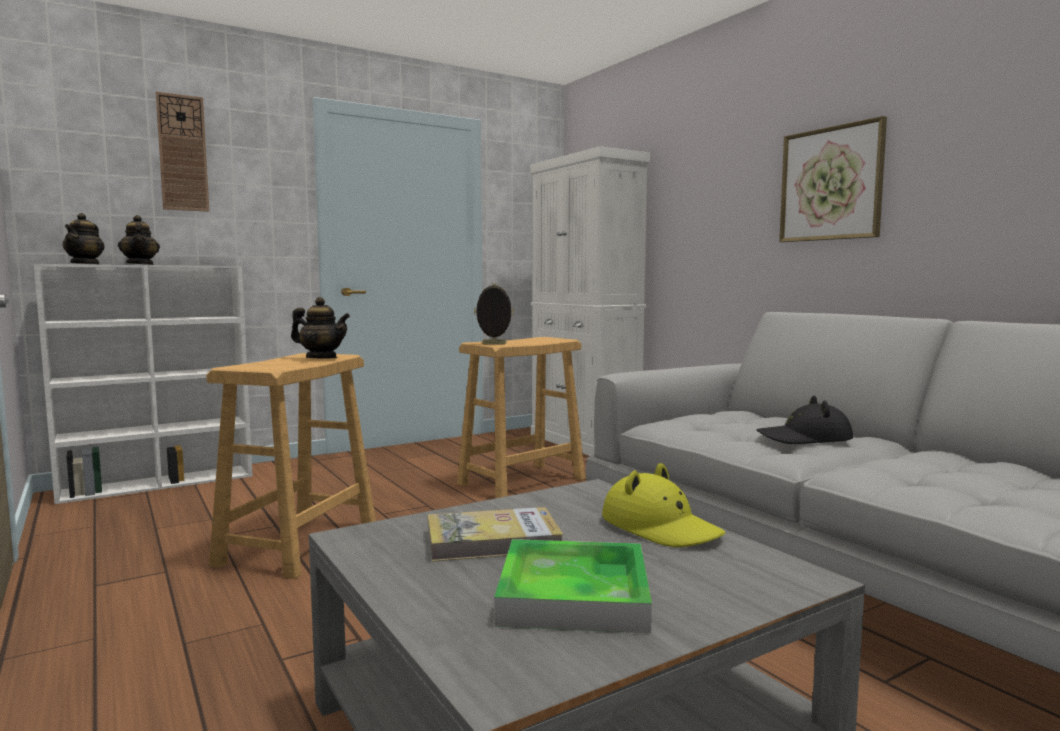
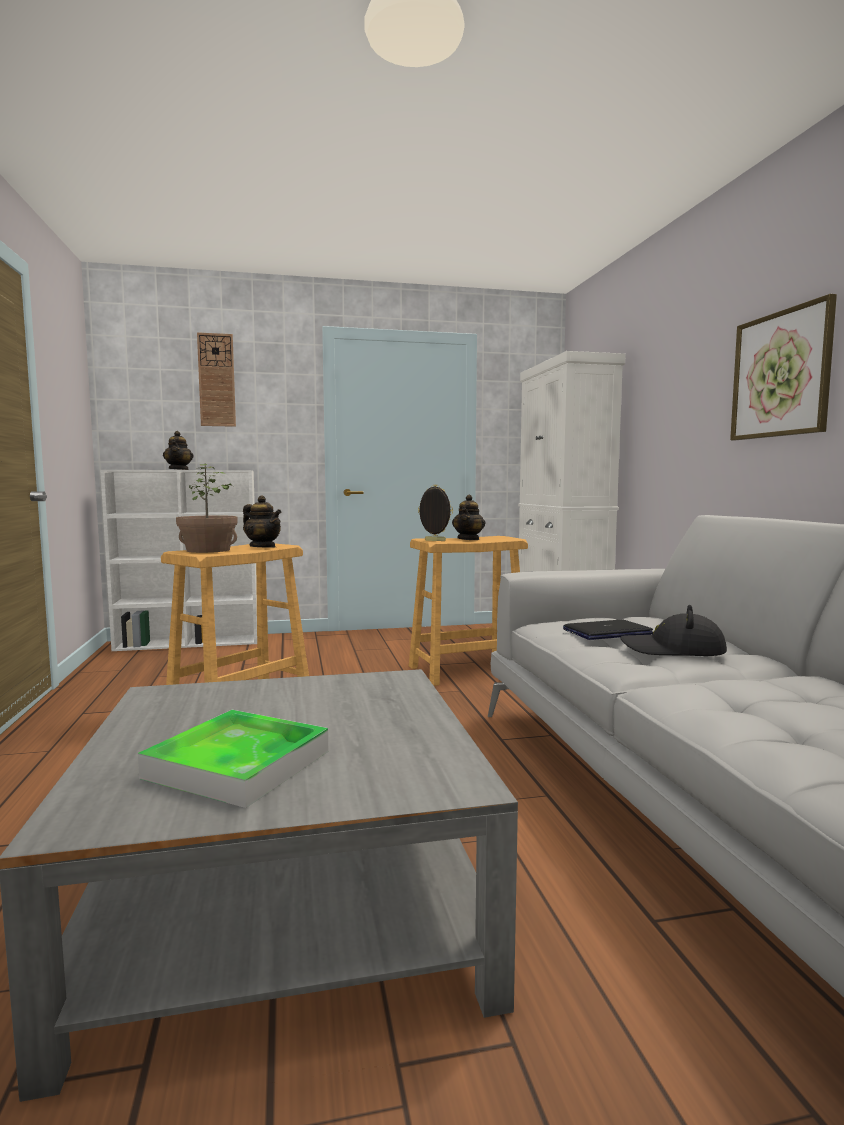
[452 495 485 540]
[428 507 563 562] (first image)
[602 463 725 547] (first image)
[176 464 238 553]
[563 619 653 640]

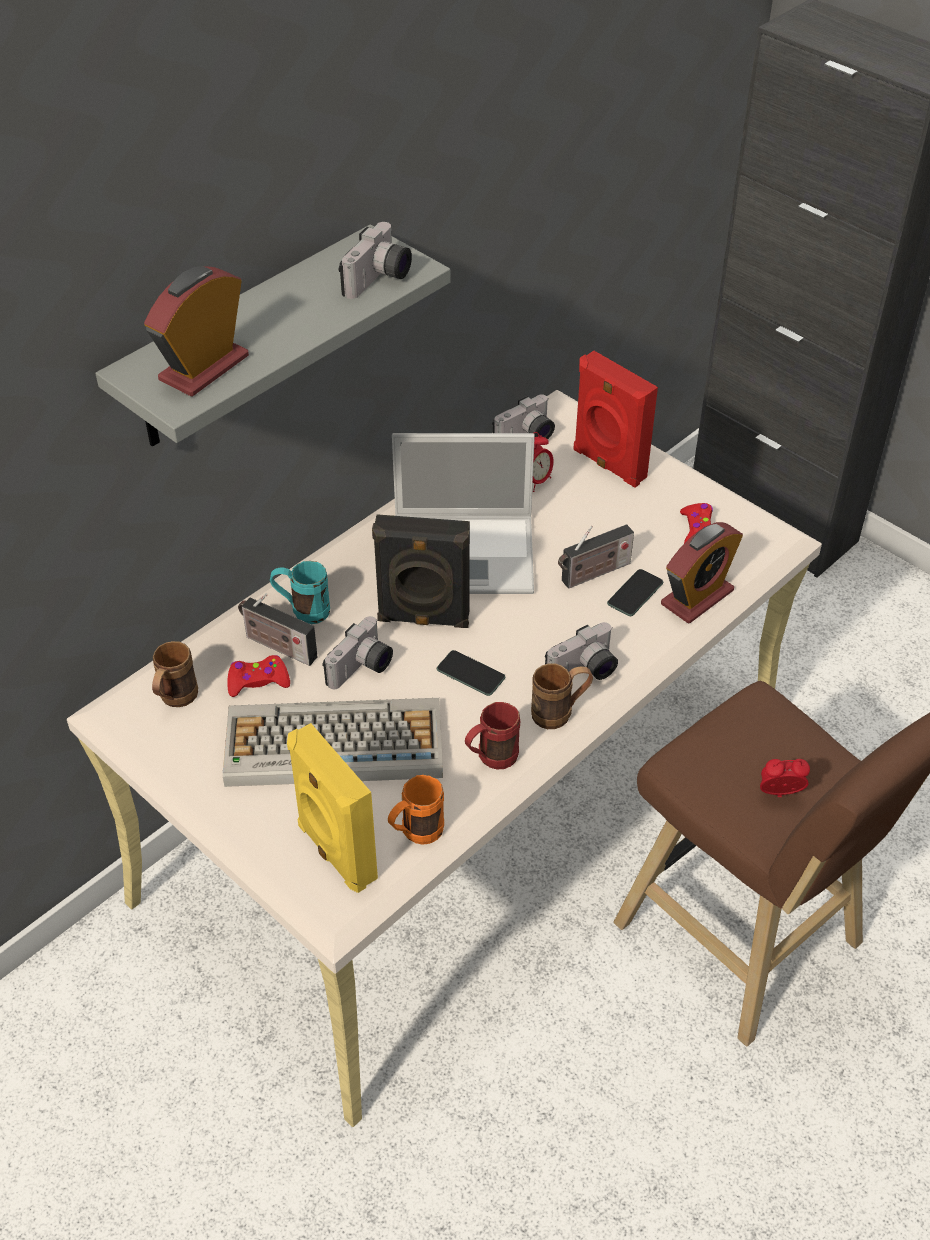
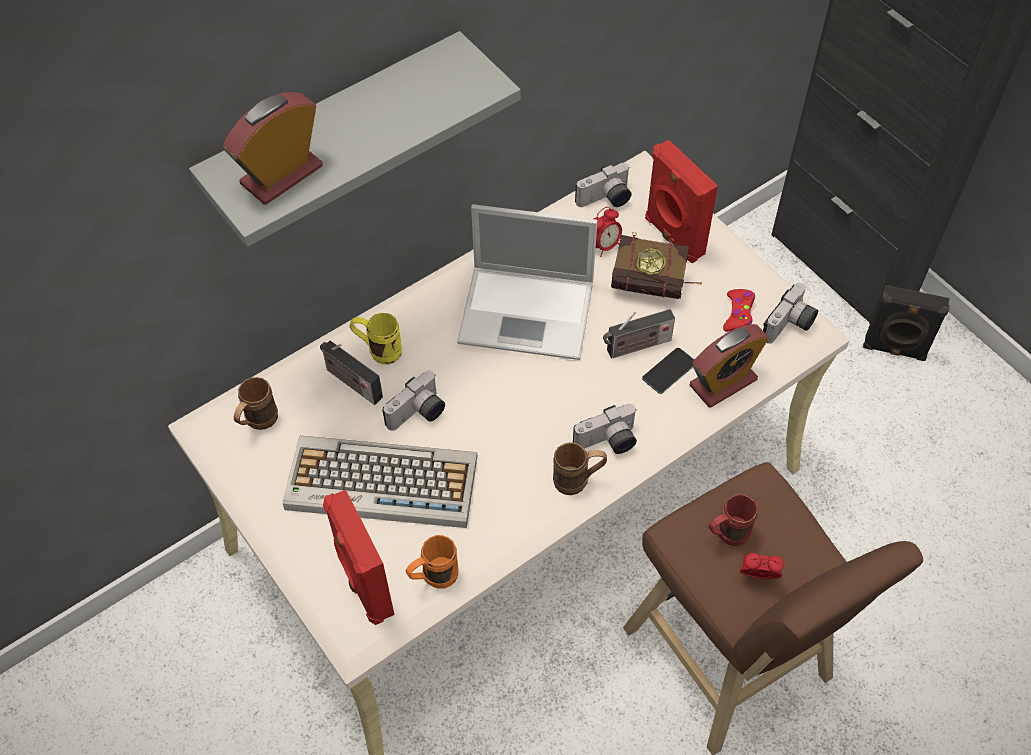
[227 655 290 697] (first image)
[350 313 402 365]
[323 489 395 625]
[763 283 818 344]
[863 285 950 361]
[437 650 505 696] (first image)
[709 494 758 546]
[611 232 702 299]

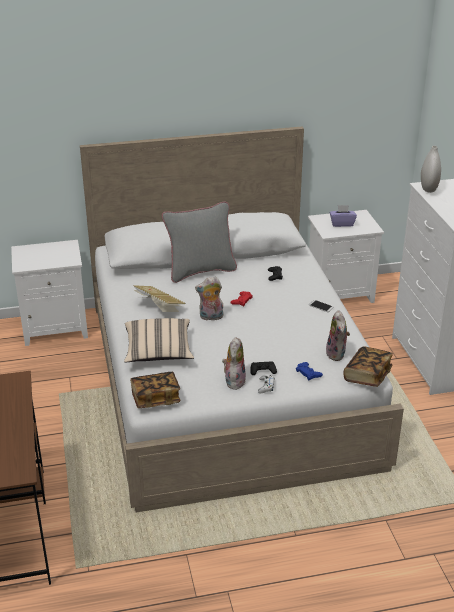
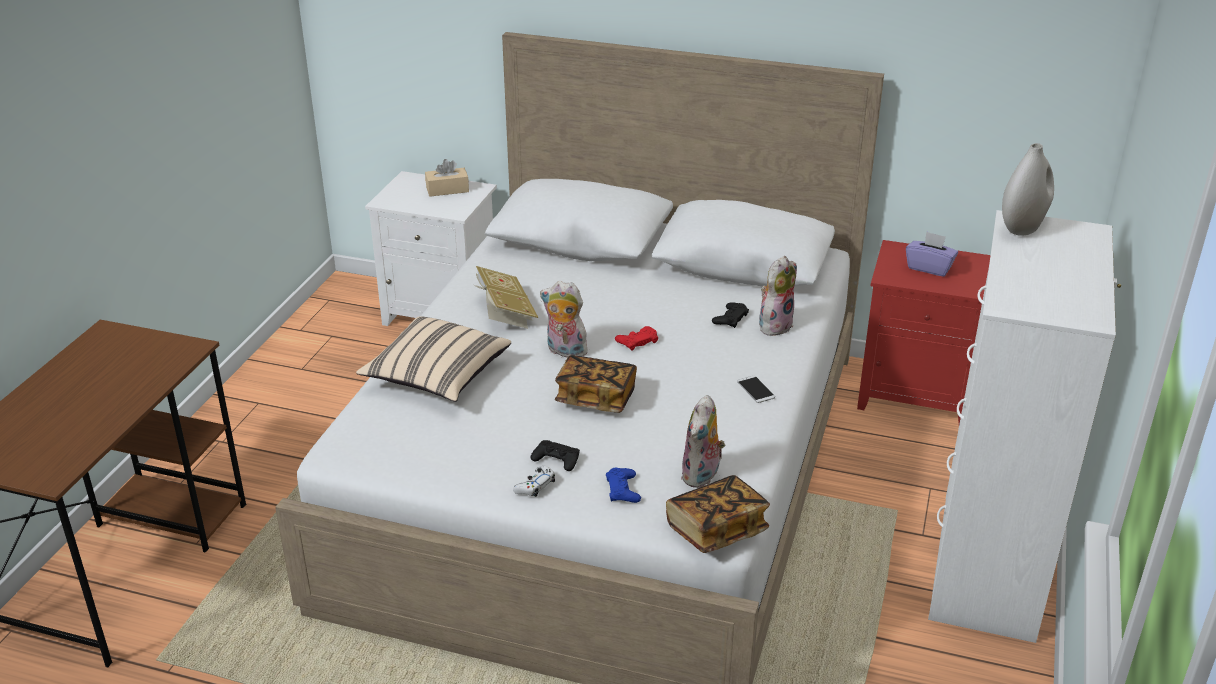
[555 355 637 413]
[162 202 237 283] (first image)
[759 256 797 336]
[857 240 990 424]
[425 159 469 197]

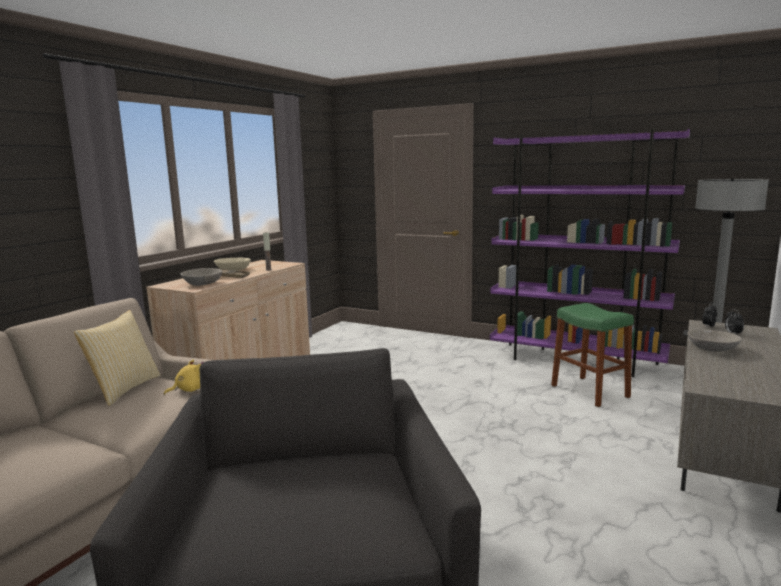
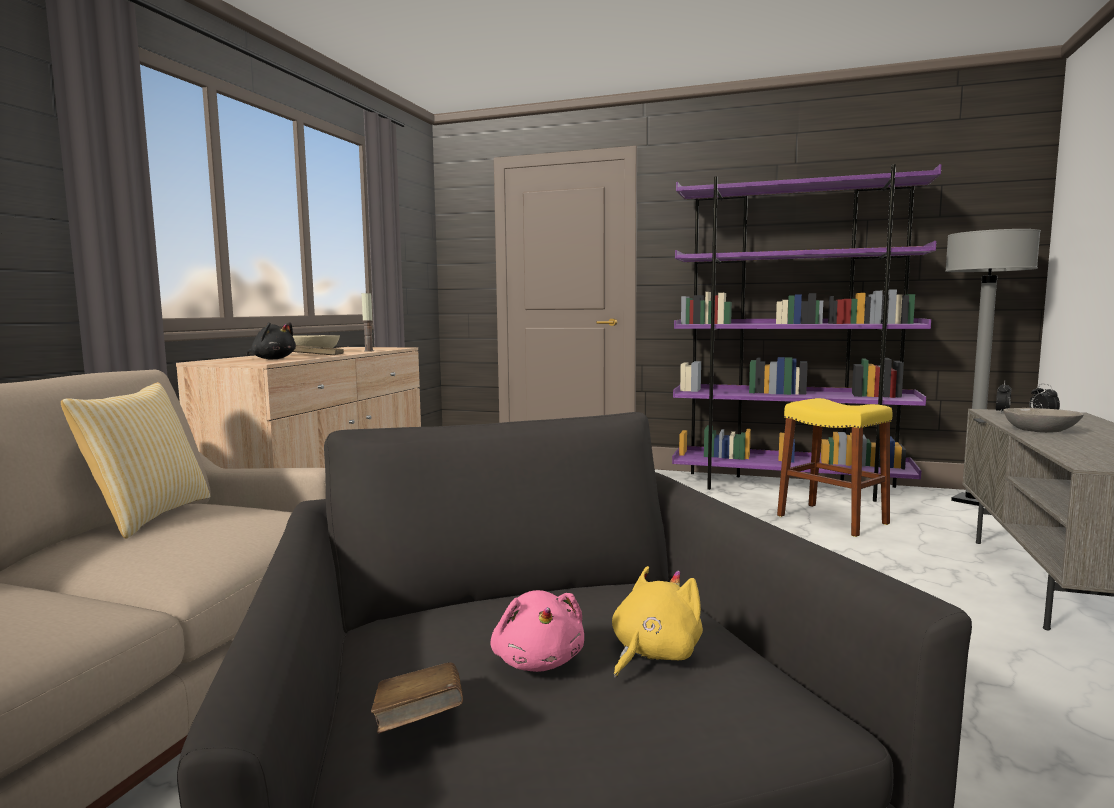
[612 566 703 678]
[247 322 296 359]
[777 398 892 537]
[371 662 463 733]
[490 590 584 672]

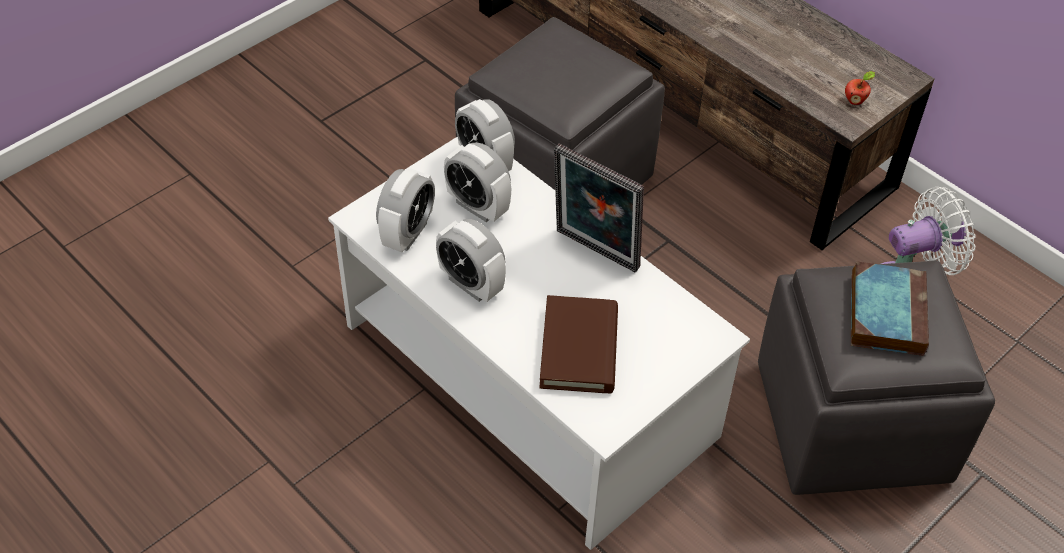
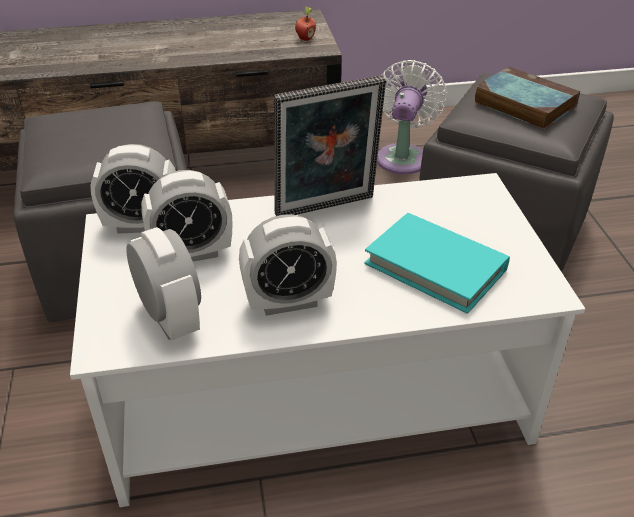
[364 213 510 314]

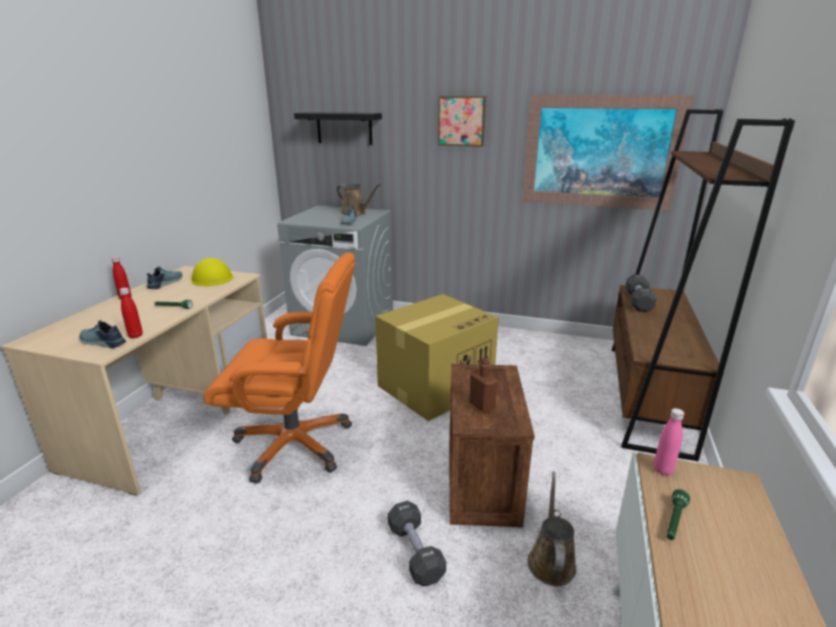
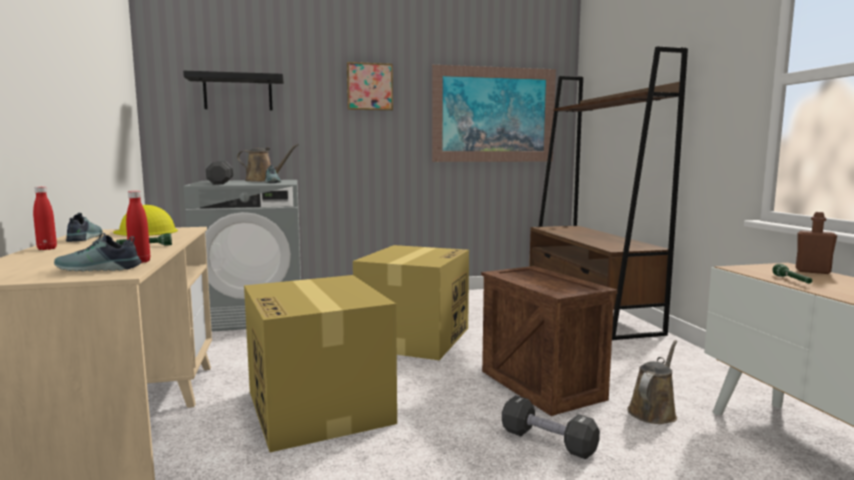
[244 275 397 452]
[796 212 837 274]
[627 340 677 424]
[206 161 233 185]
[654 408 684 476] (first image)

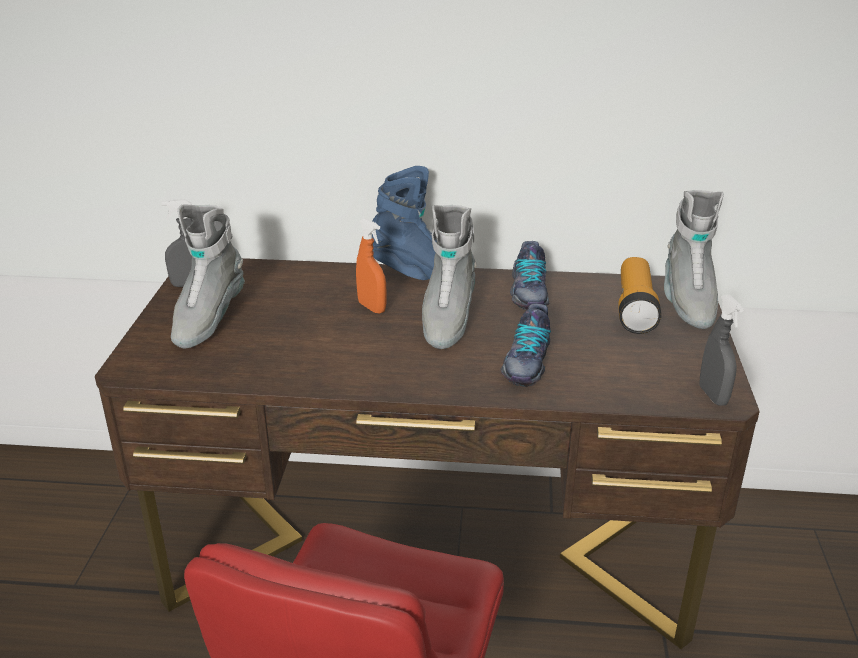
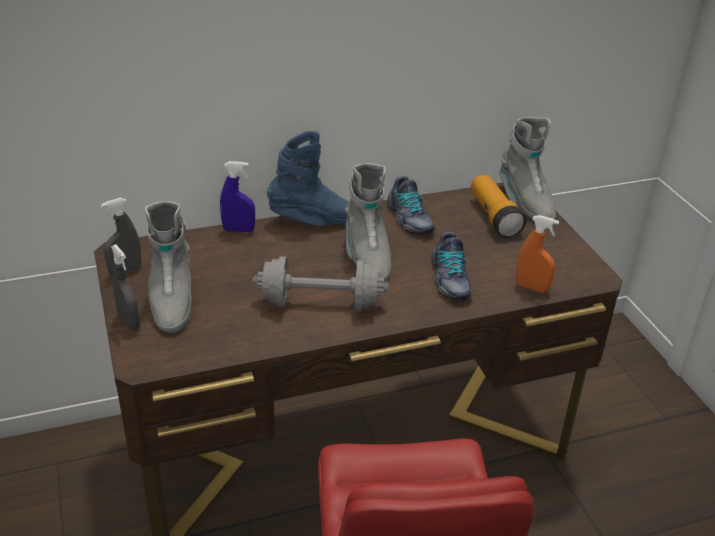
[516 215 559 293]
[111 244 140 330]
[220 161 255 233]
[252 256 389 311]

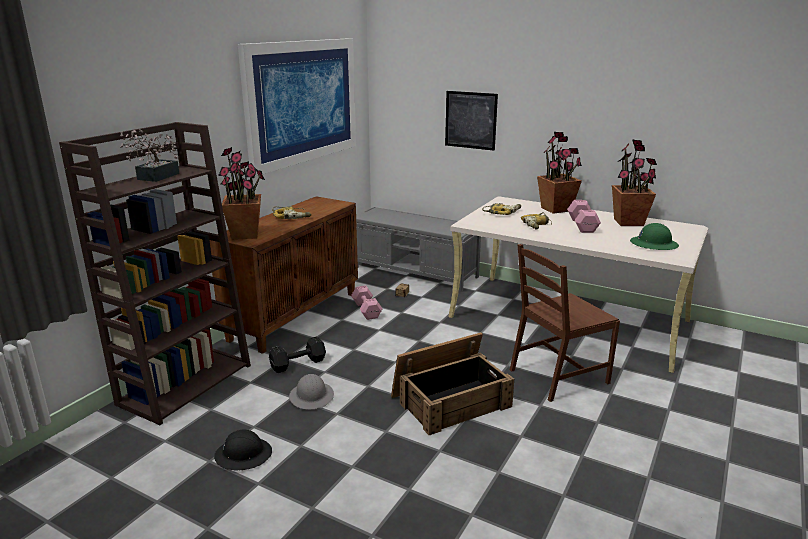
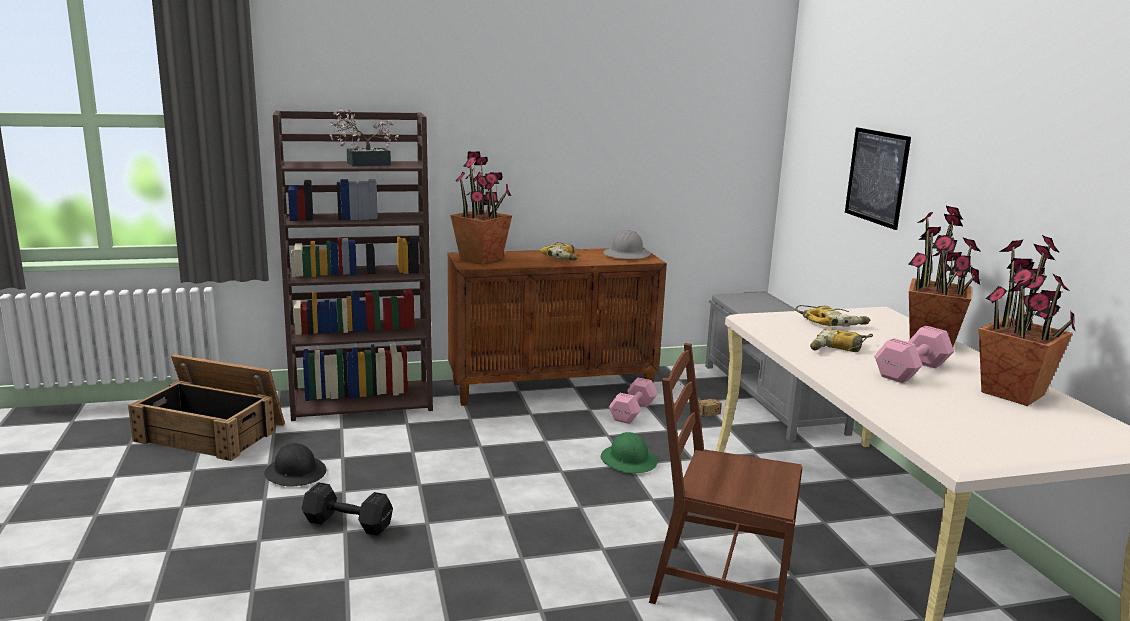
[238 38 356 177] (first image)
[302 482 393 536]
[603 230 651 259]
[128 354 285 461]
[601 432 657 473]

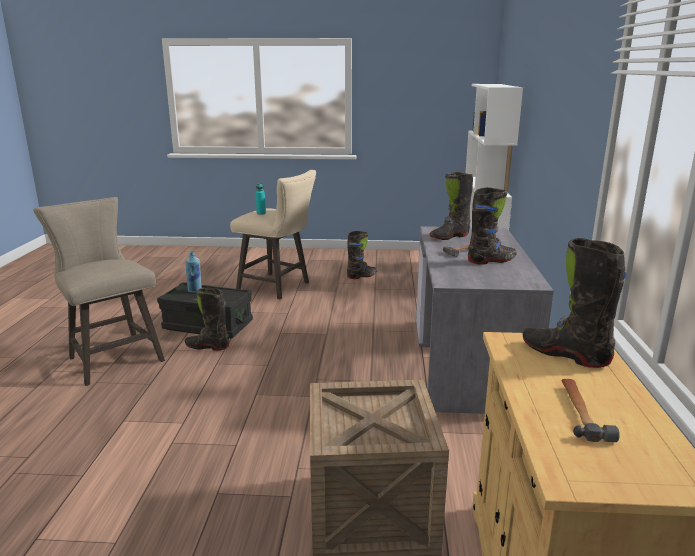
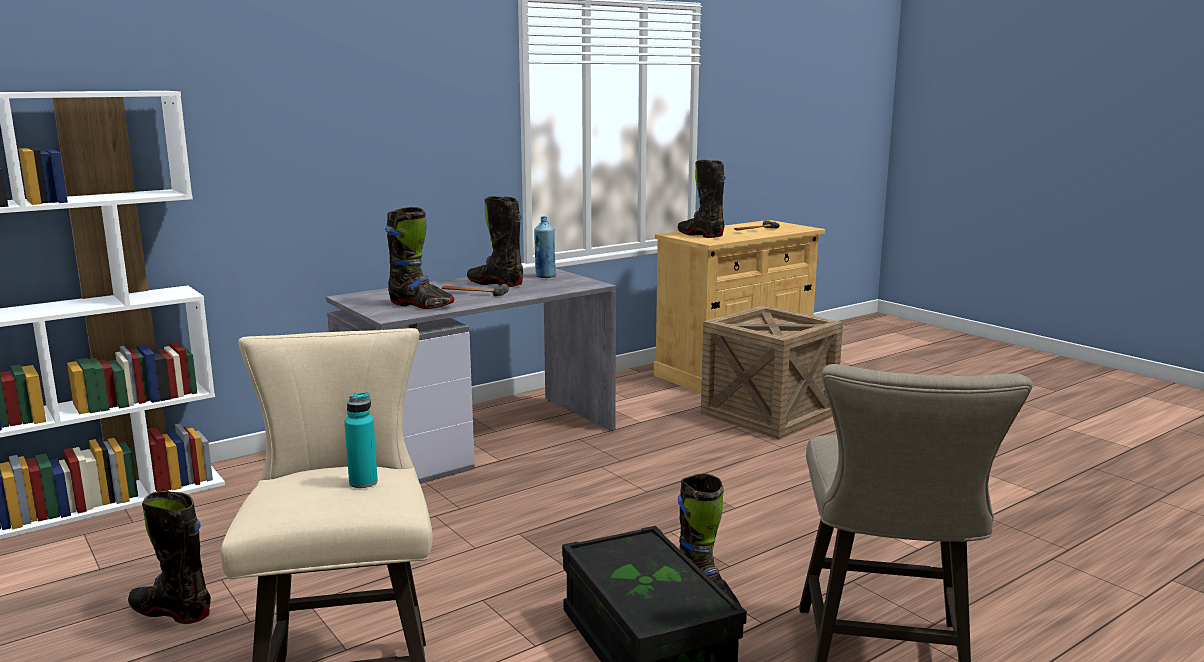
[534 216 556 278]
[678 160 726 238]

